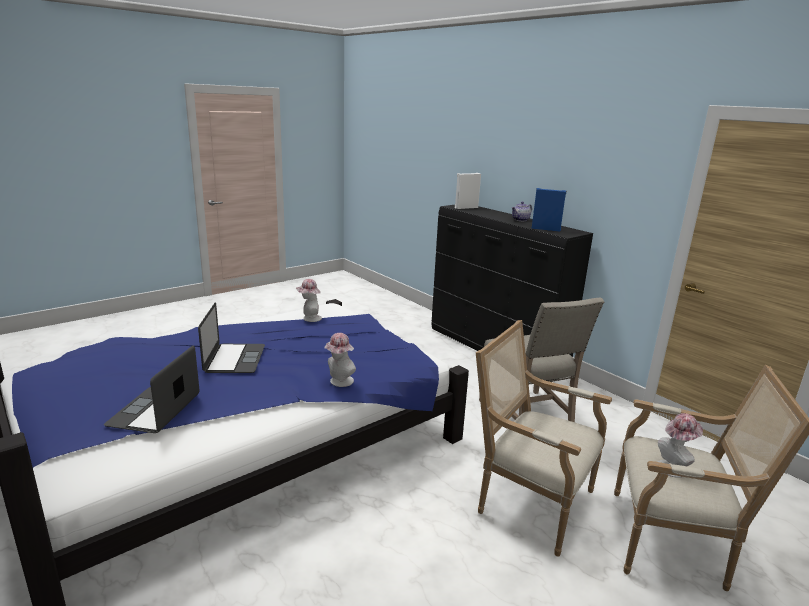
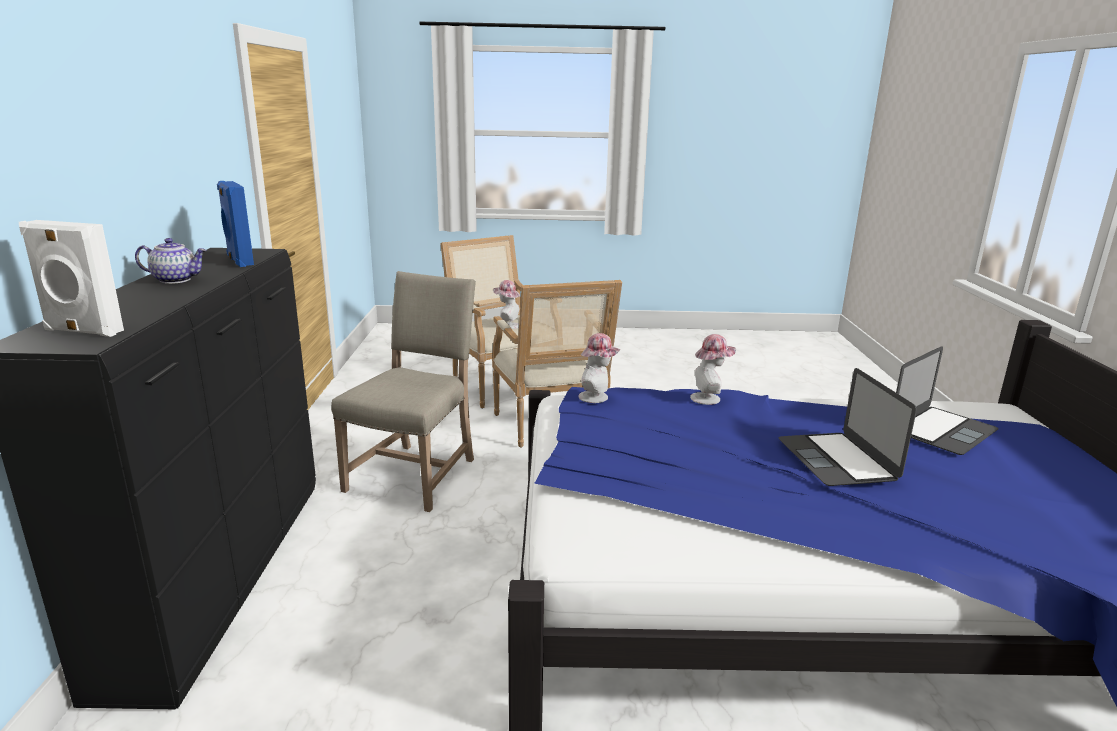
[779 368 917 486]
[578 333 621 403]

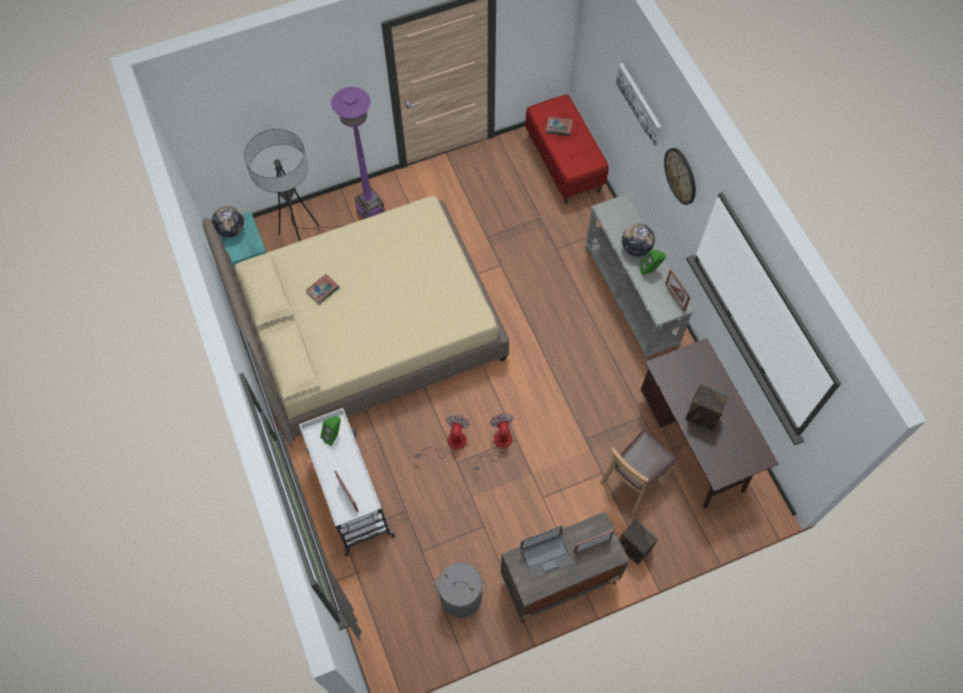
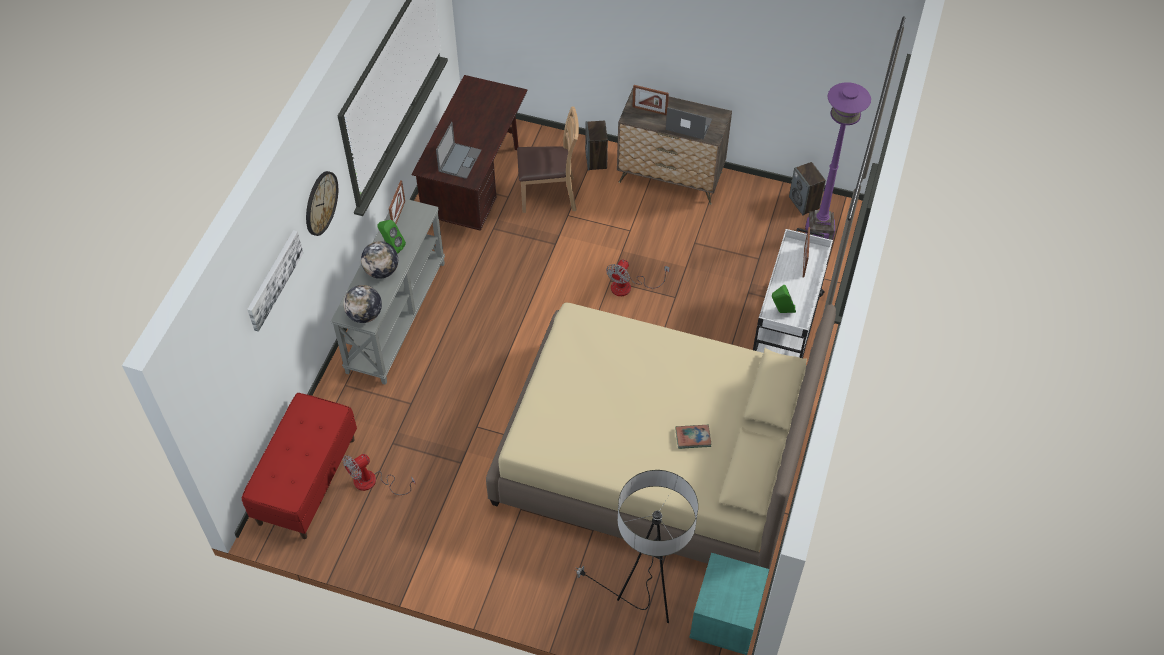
[343 285 382 323]
[805 82 871 240]
[343 454 416 495]
[433 562 487 618] (first image)
[545 116 573 136] (first image)
[789 162 826 215]
[436 122 481 179]

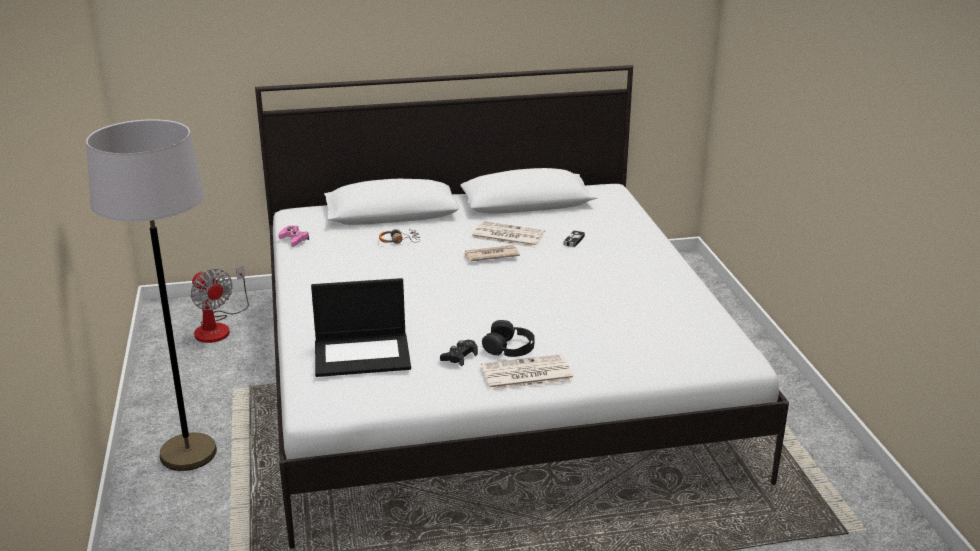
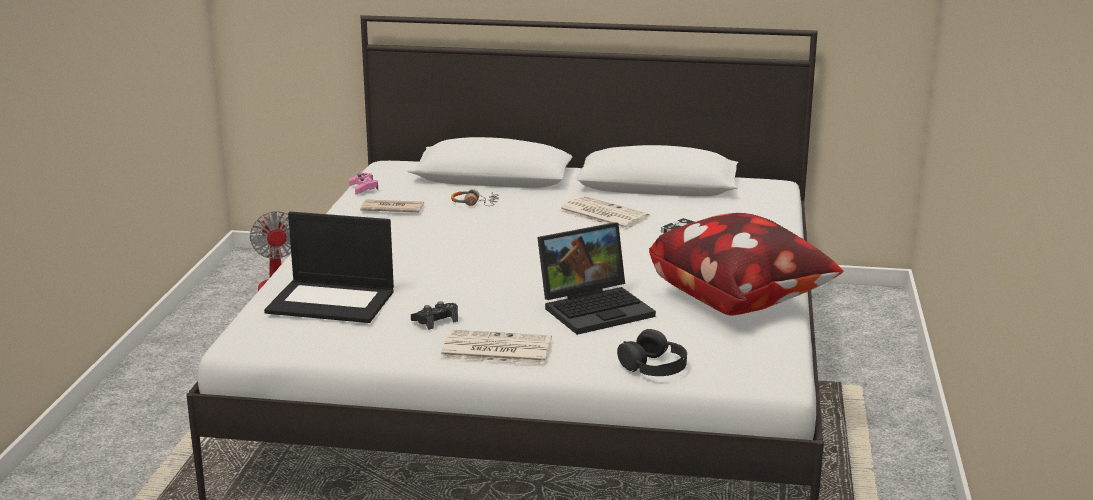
[86 119 217 471] (first image)
[360 200 424 212]
[617 329 687 376]
[537 222 656 335]
[649 213 844 316]

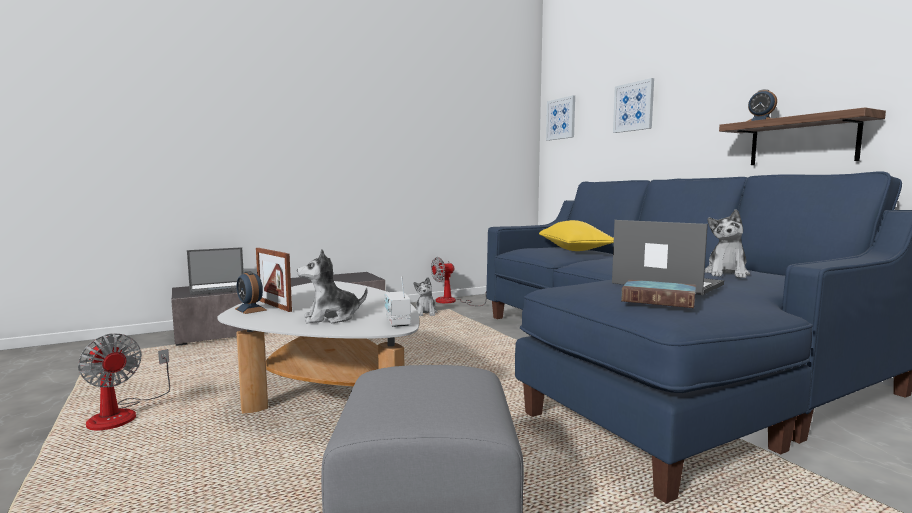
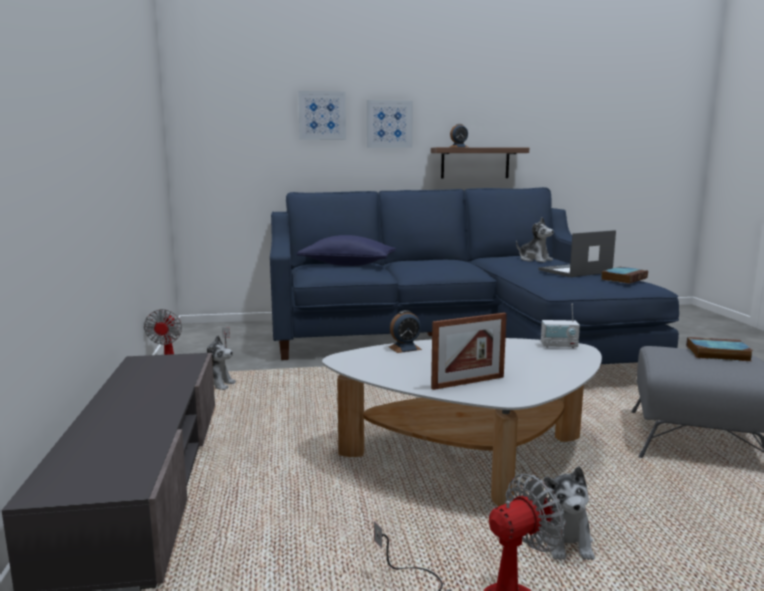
[187 247 244 295] (first image)
[389 310 422 353]
[537 466 595 560]
[297 235 396 266]
[367 100 413 148]
[686 337 753 361]

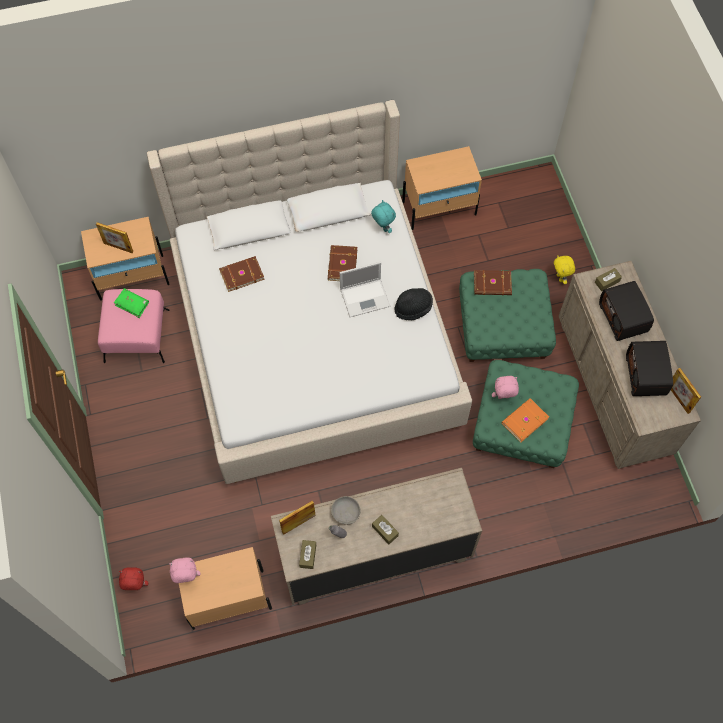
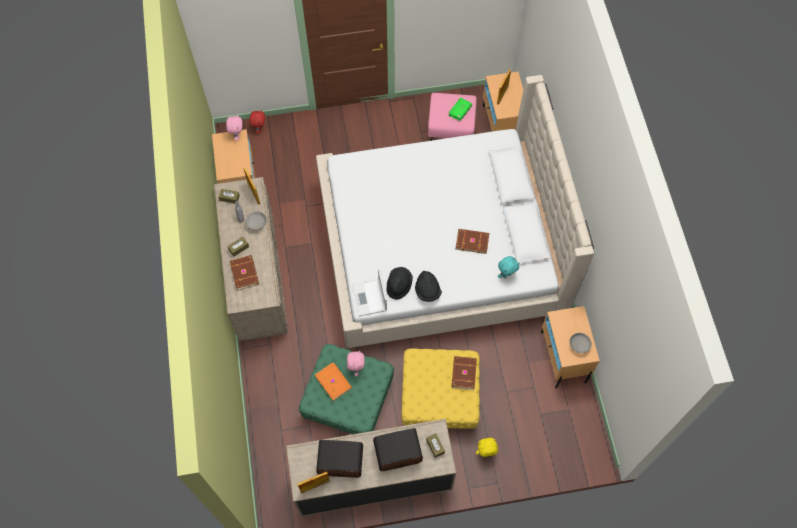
[230 255 259 290]
[352 268 387 316]
[402 348 480 429]
[386 267 413 300]
[569 333 592 353]

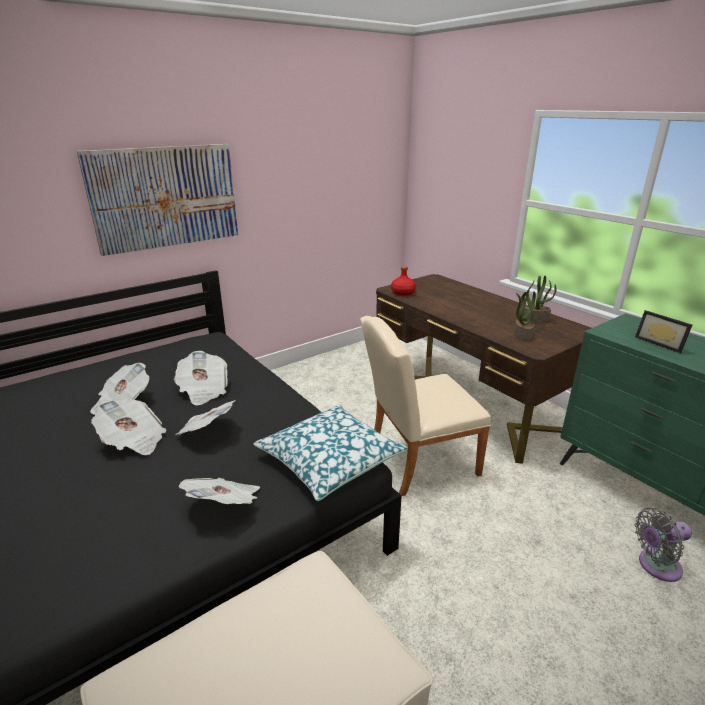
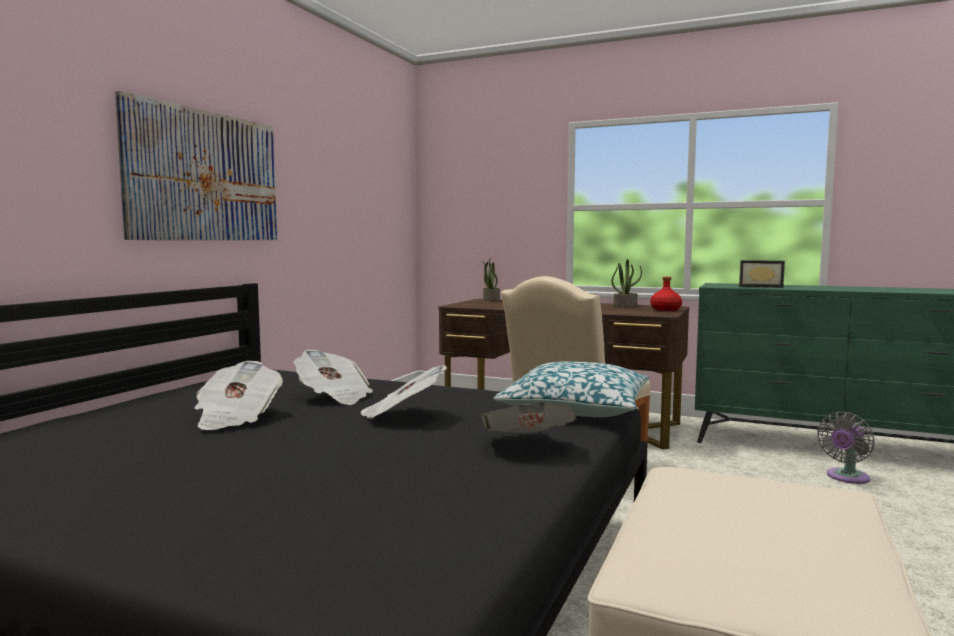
[91 399 166 455] (first image)
[650 277 682 311]
[482 257 500 301]

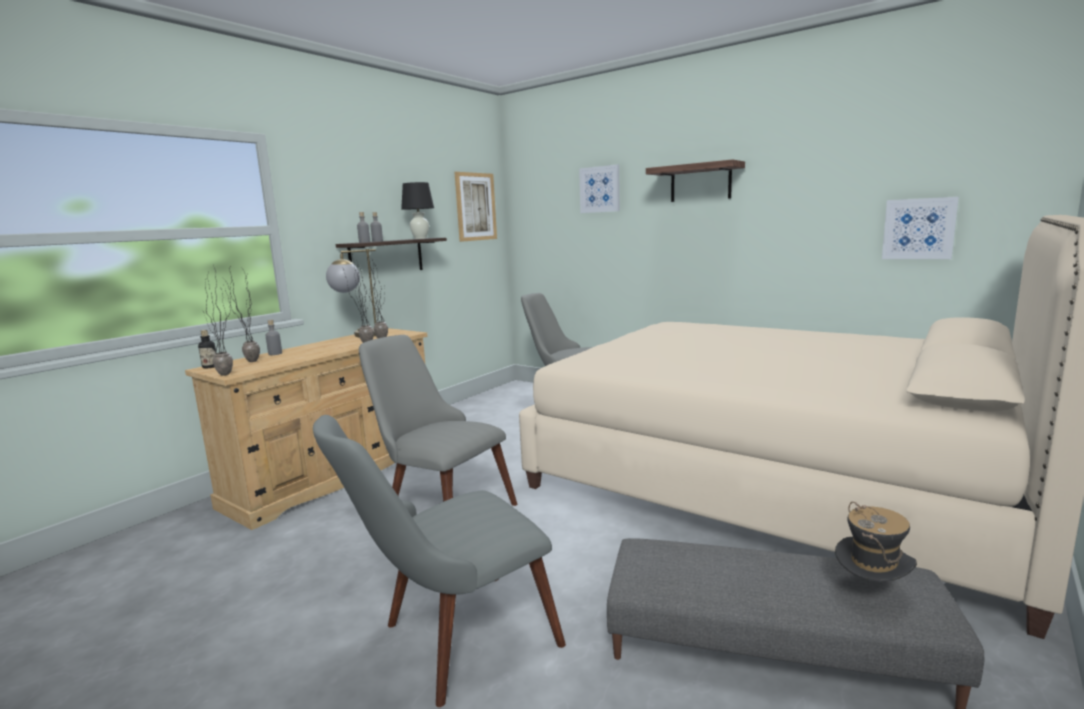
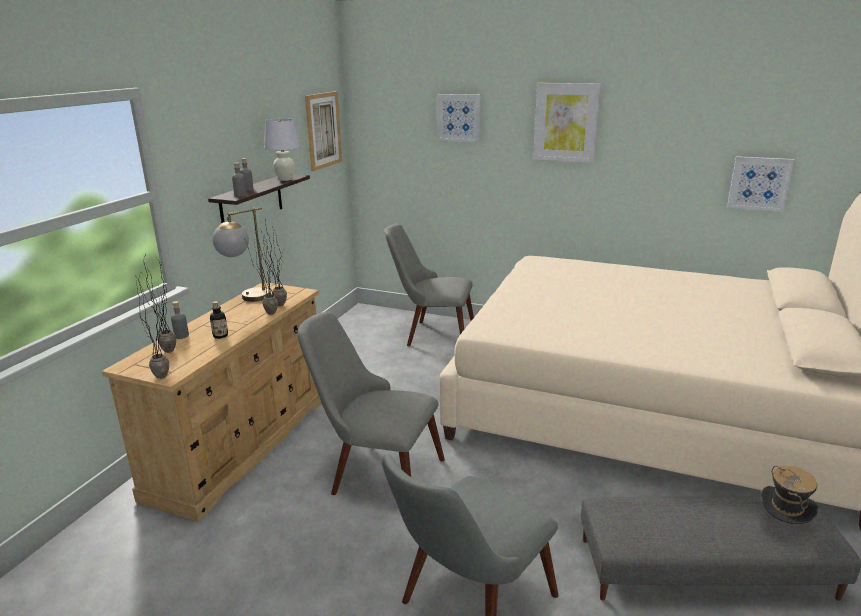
[210 301 228 339]
[264 118 300 181]
[533 83 601 163]

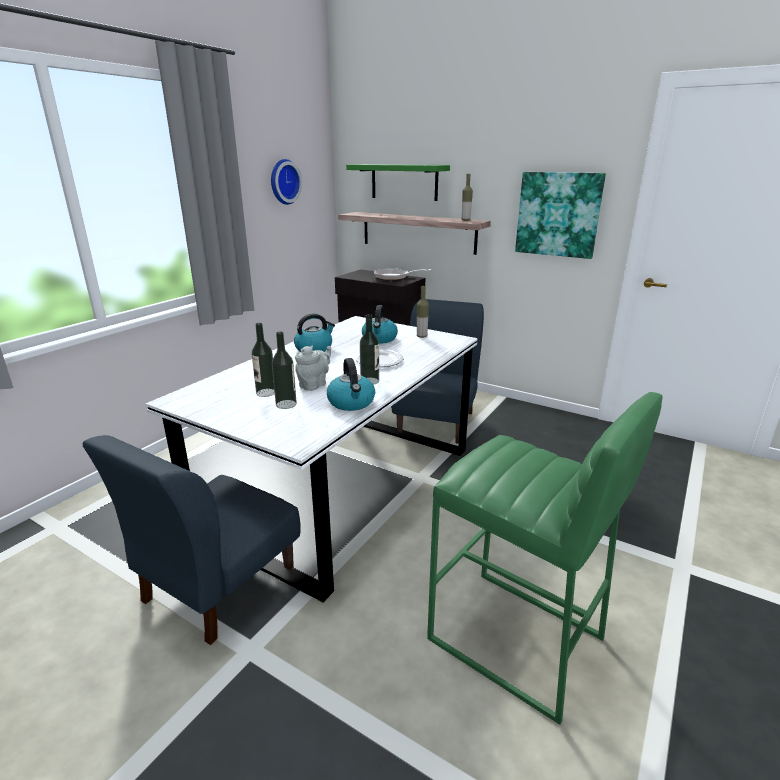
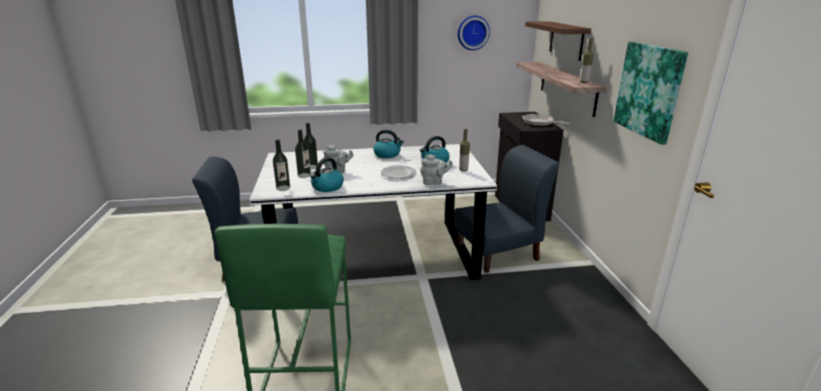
[525 21 591 61]
[273 140 290 191]
[420 154 453 185]

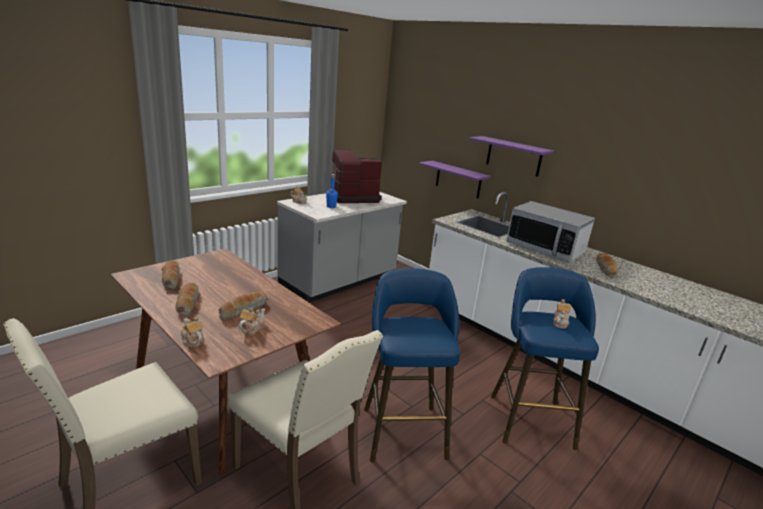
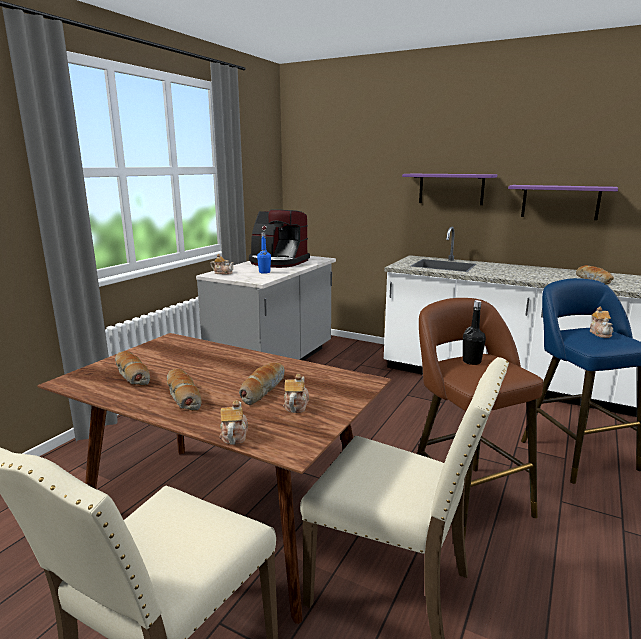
[219 400 248 445]
[249 209 310 268]
[417 298 543 538]
[508 185 618 220]
[506 201 595 262] (first image)
[463 300 486 365]

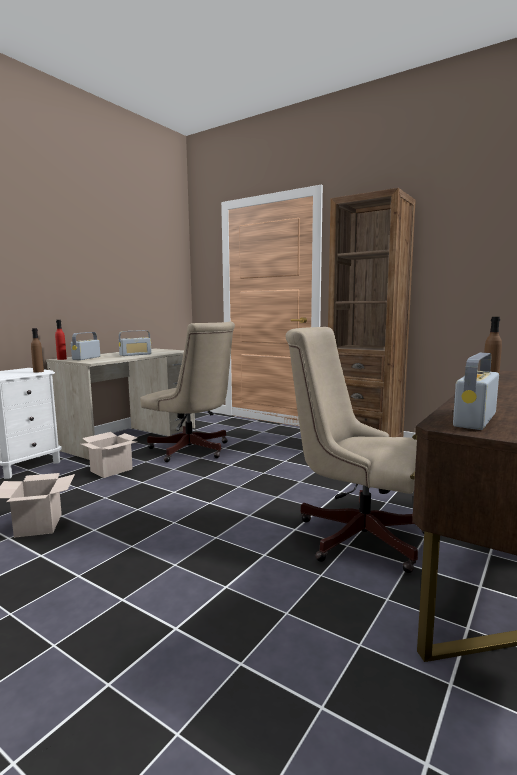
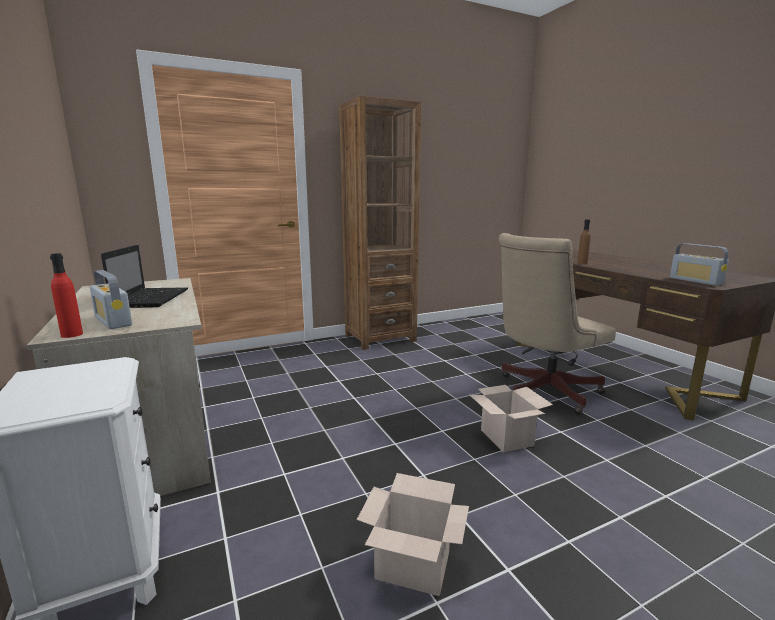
[31 328 44 372] (first image)
[470 385 553 452]
[101 245 188 308]
[140 321 235 462] (first image)

